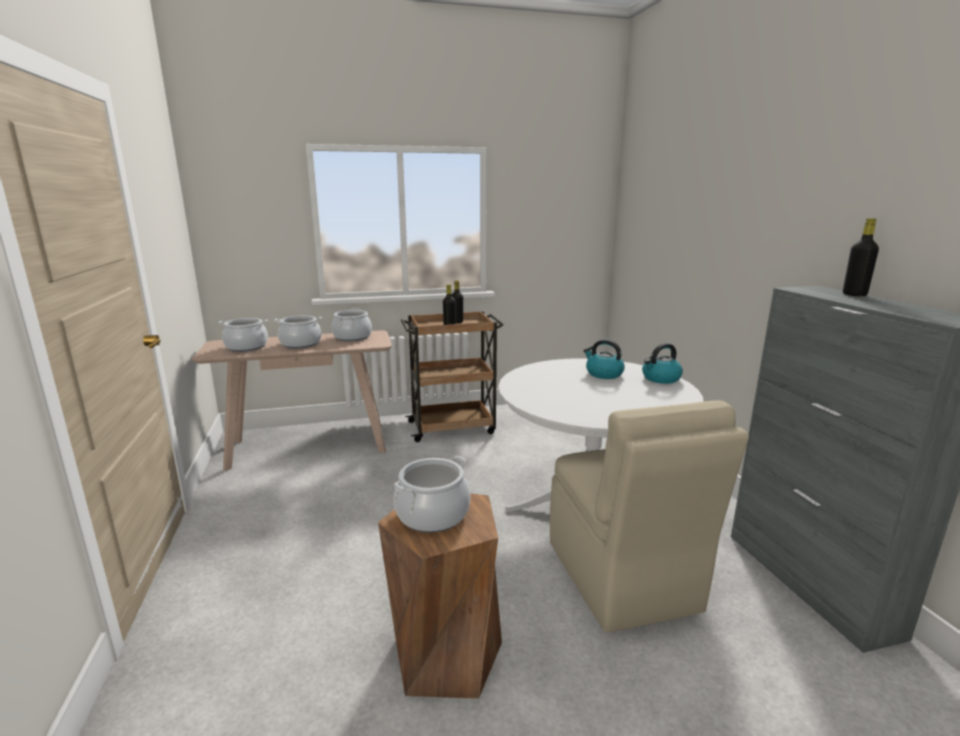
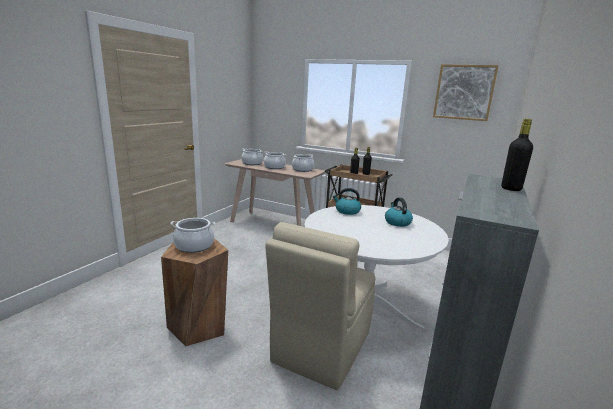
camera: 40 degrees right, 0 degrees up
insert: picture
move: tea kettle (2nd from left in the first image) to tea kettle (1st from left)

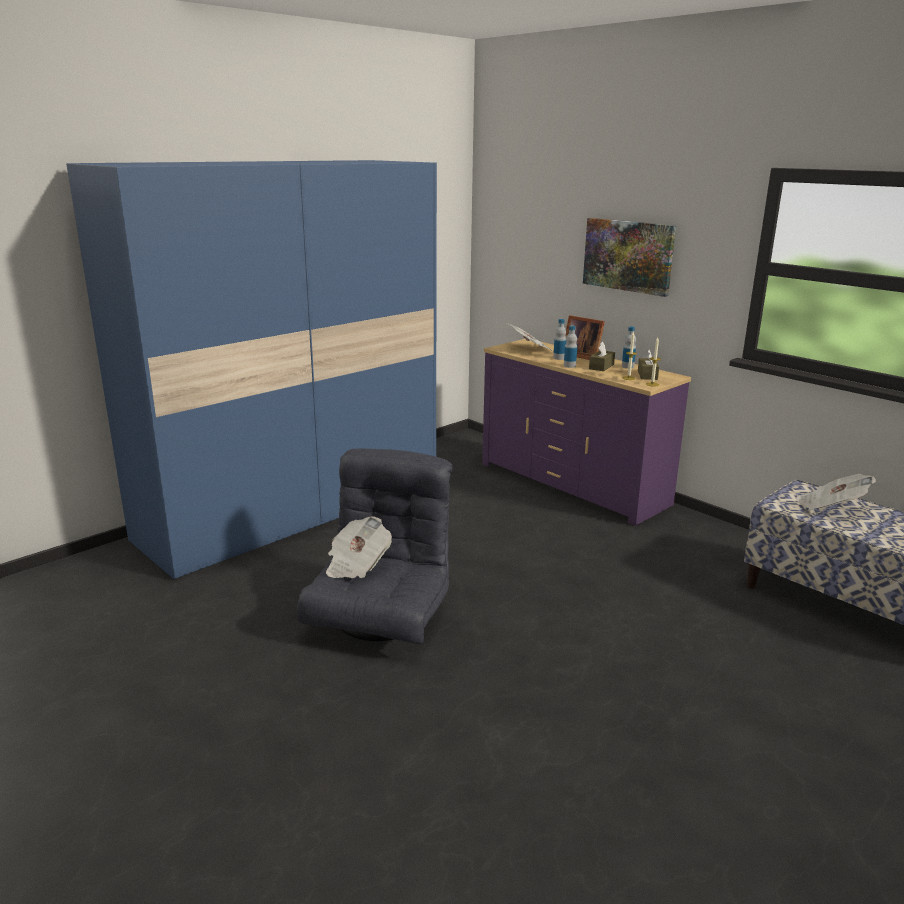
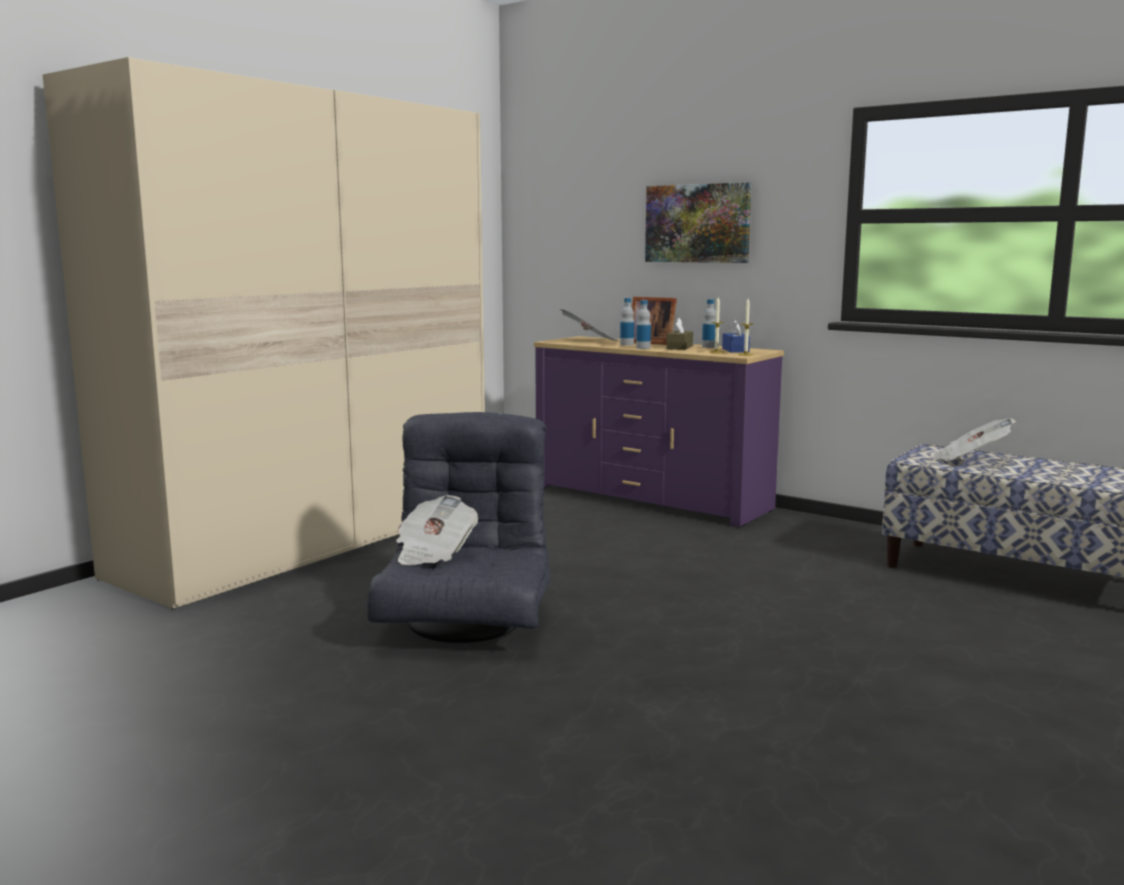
camera: 10 degrees left, 10 degrees down
recolor: blue-coloured armoire to beige-coloured armoire; brown tissue box (2nd from left) to blue-coloured tissue box

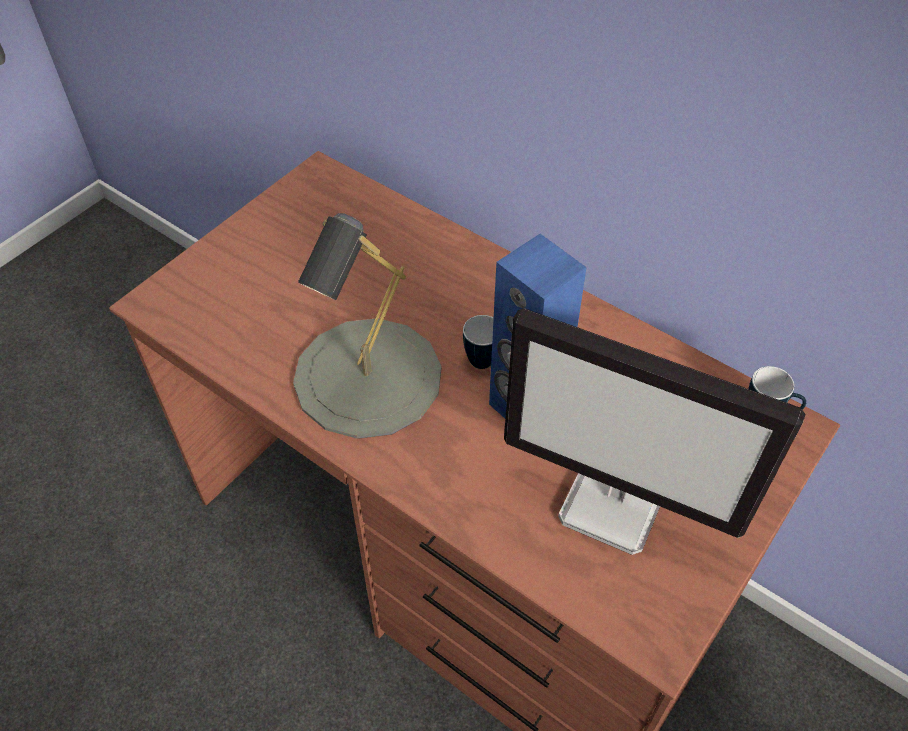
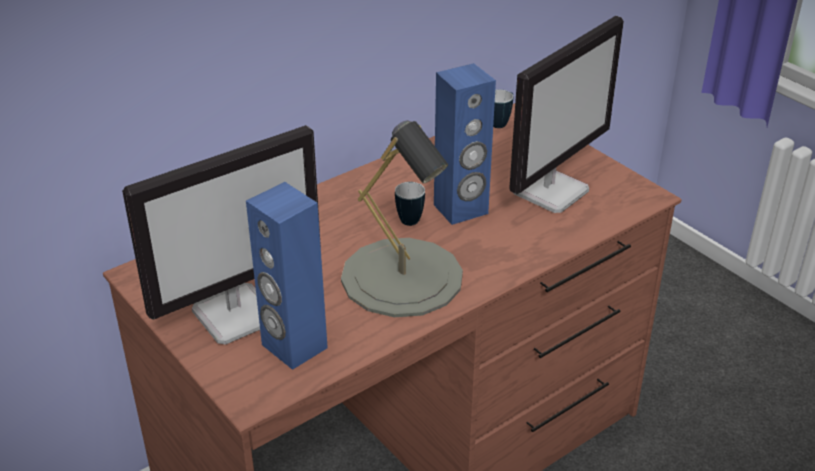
camera: 75 degrees left, 15 degrees down
insert: monitor (1st from left); blue-coloured loudspeaker (1st from left)

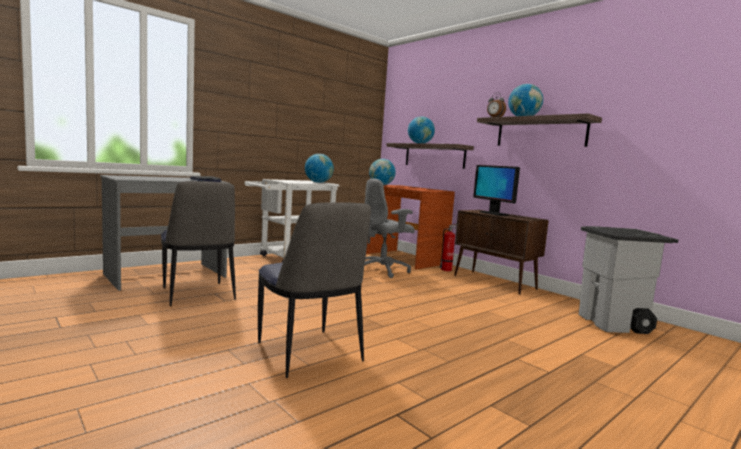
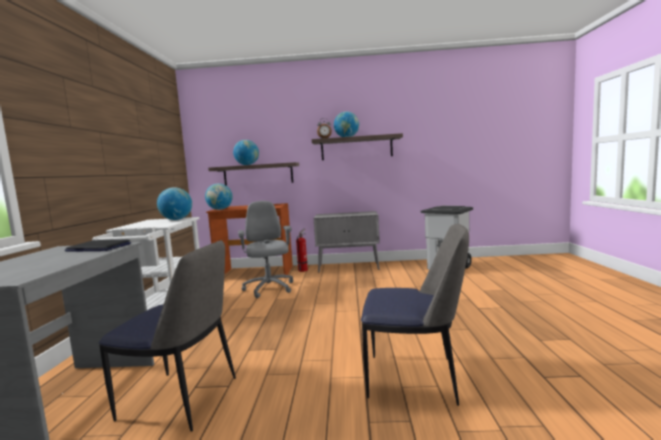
camera: 45 degrees left, 0 degrees up
delete: monitor
recolor: brown storage cabinet to greyish storage cabinet
rotate: greyish desk chair 150 degrees clockwise

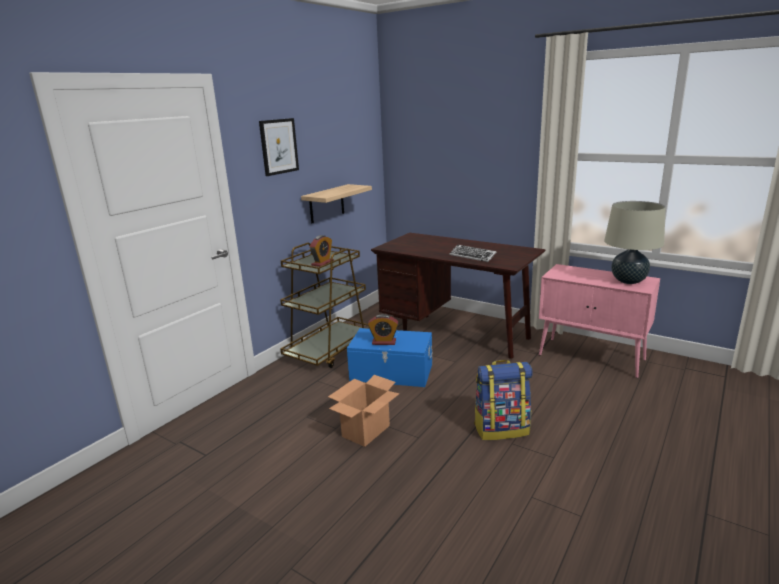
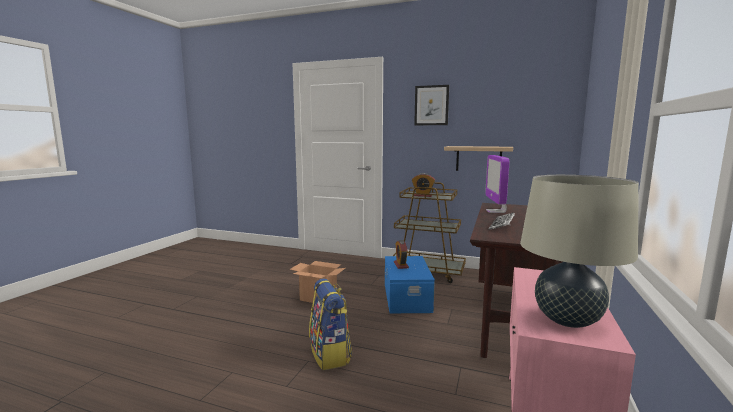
camera: 75 degrees right, 10 degrees down
insert: monitor

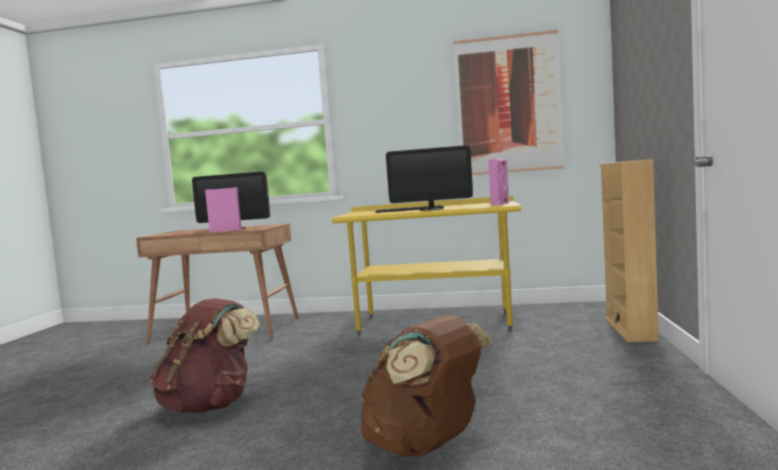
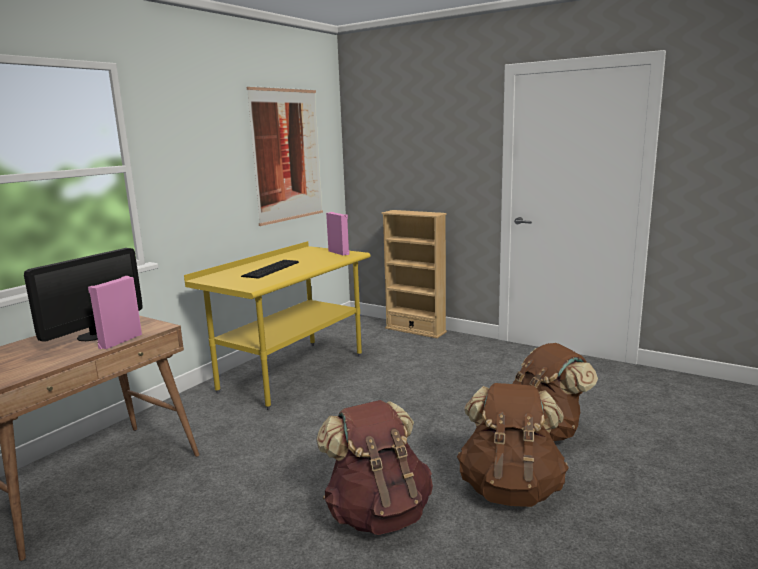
camera: 65 degrees left, 10 degrees up
delete: monitor (2nd from left)
insert: brown knapsack (2nd from left)

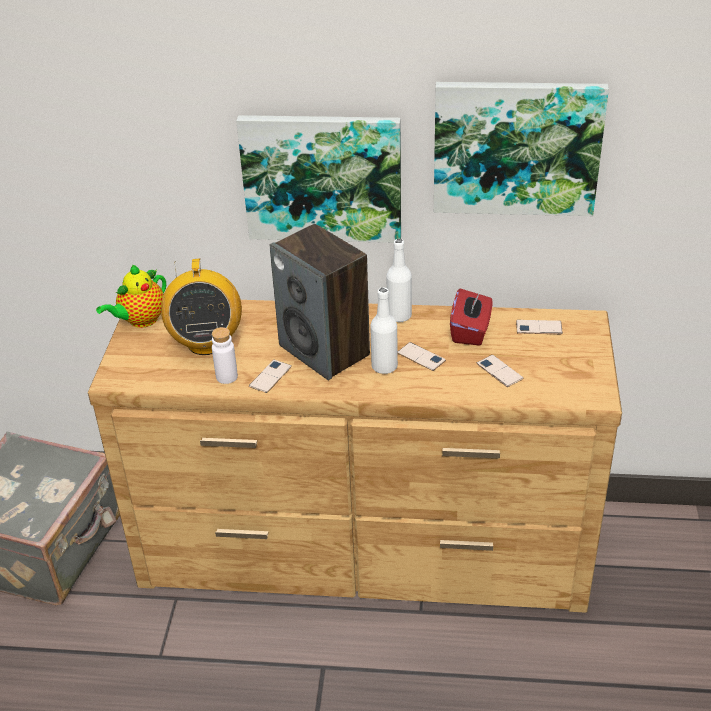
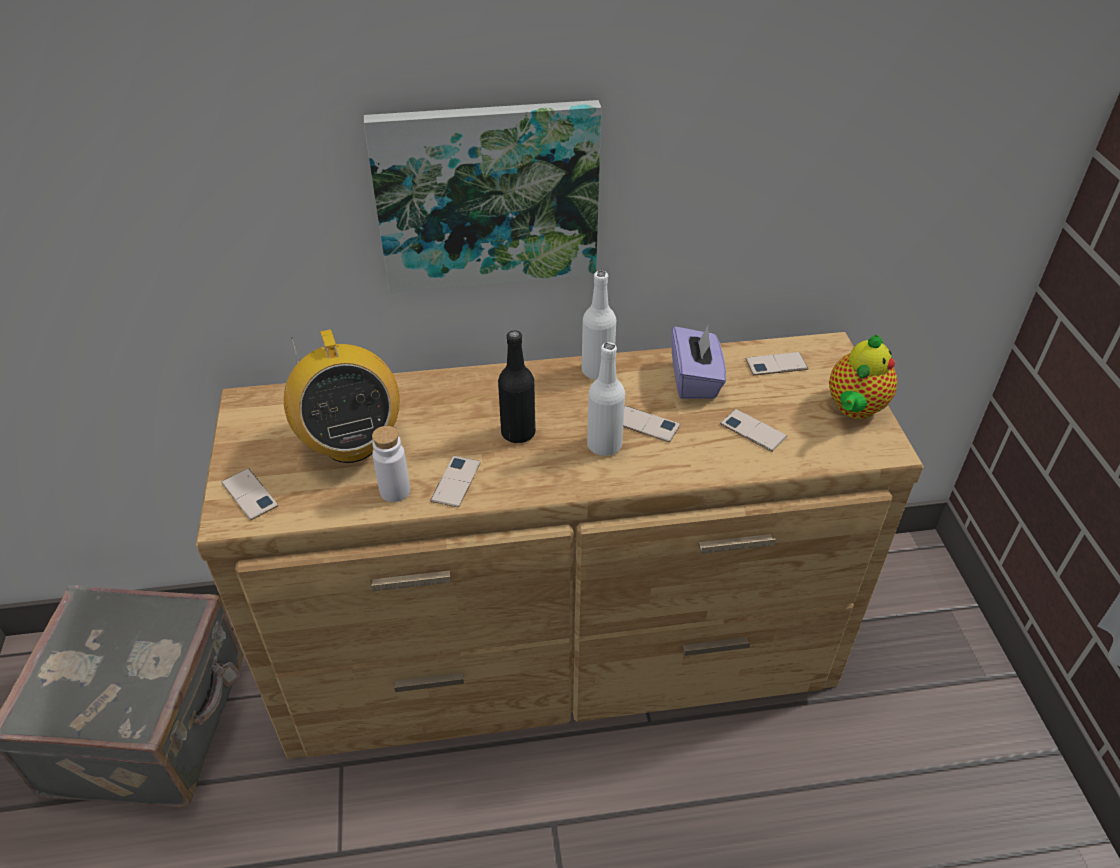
camera: 15 degrees left, 5 degrees up
delete: picture (2nd from left)
insert: phone (1st from left)
move: pot for tea
replace: loudspeaker to black-coloured beverage bottle
recolor: red tissue box to purple tissue box

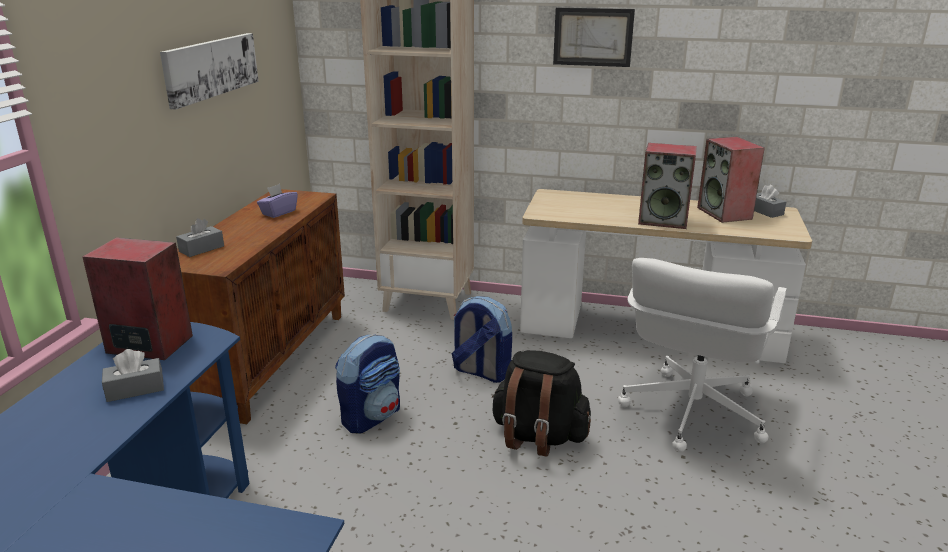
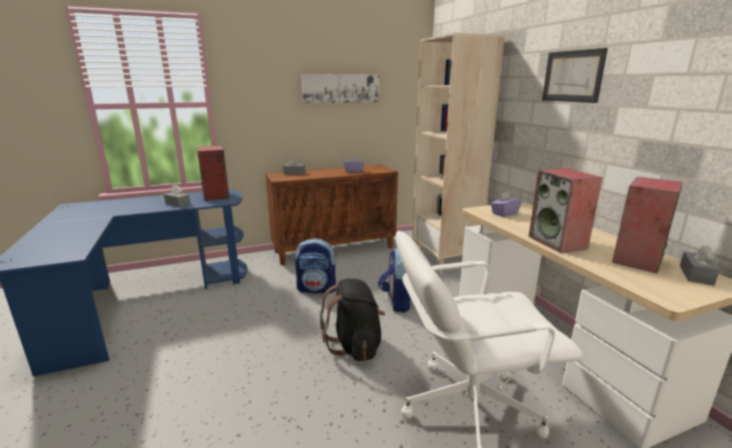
camera: 55 degrees right, 5 degrees down
insert: purple tissue box (2nd from left)

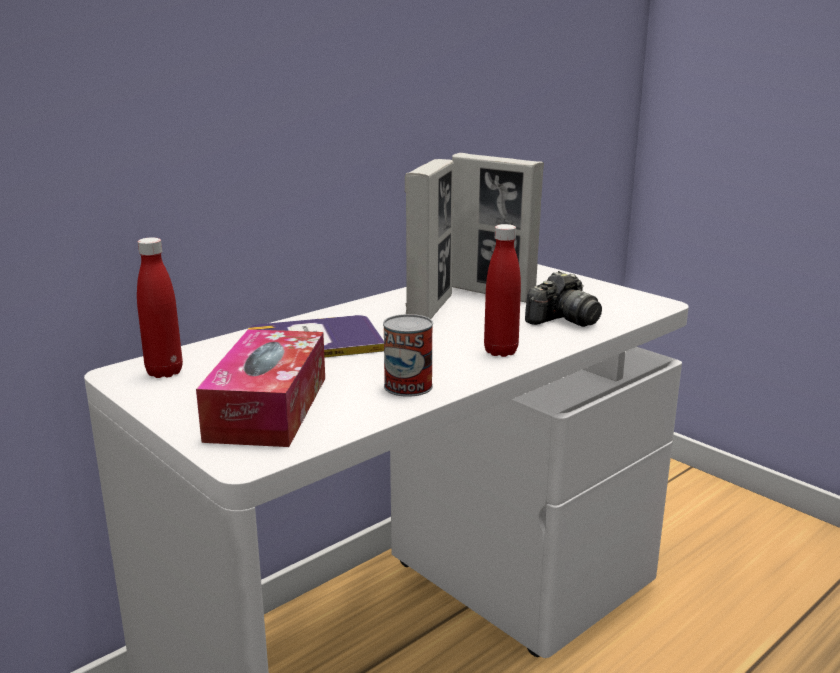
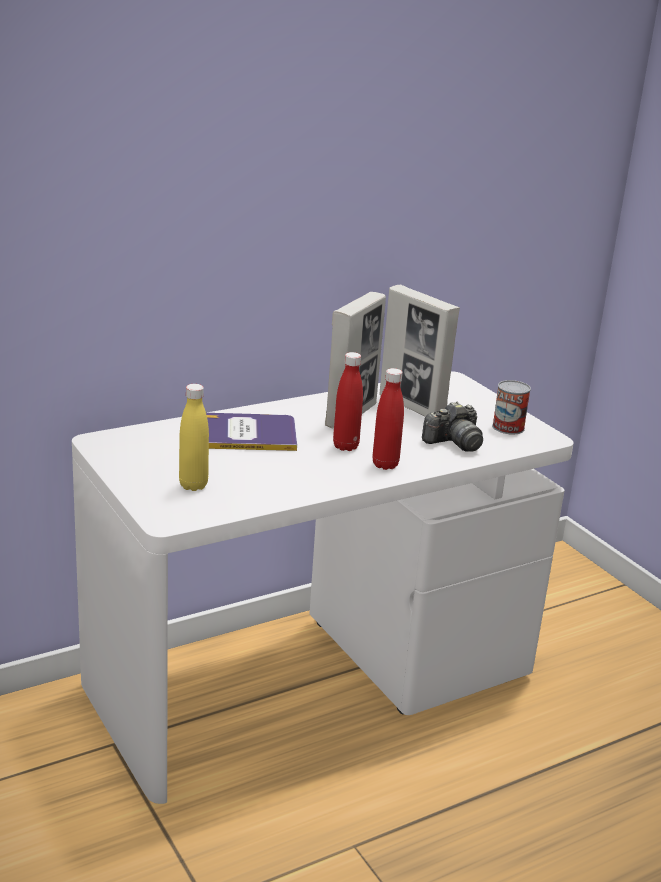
camera: 10 degrees right, 5 degrees up
move: red beverage bottle (1st from left); sealed can
replace: tissue box to yellow beverage bottle

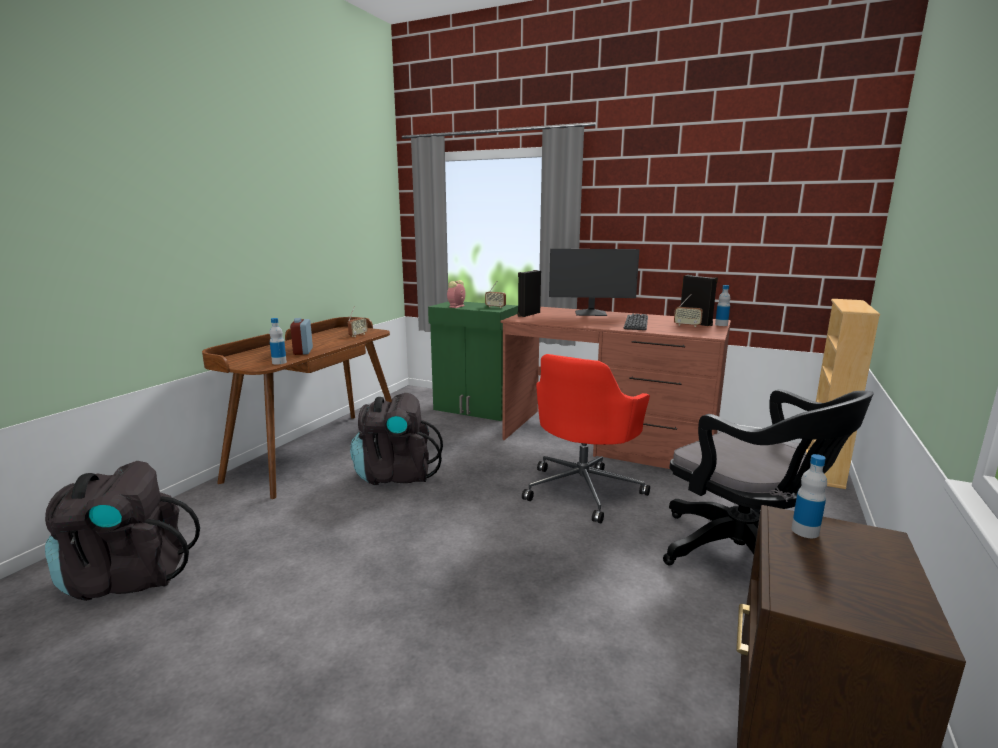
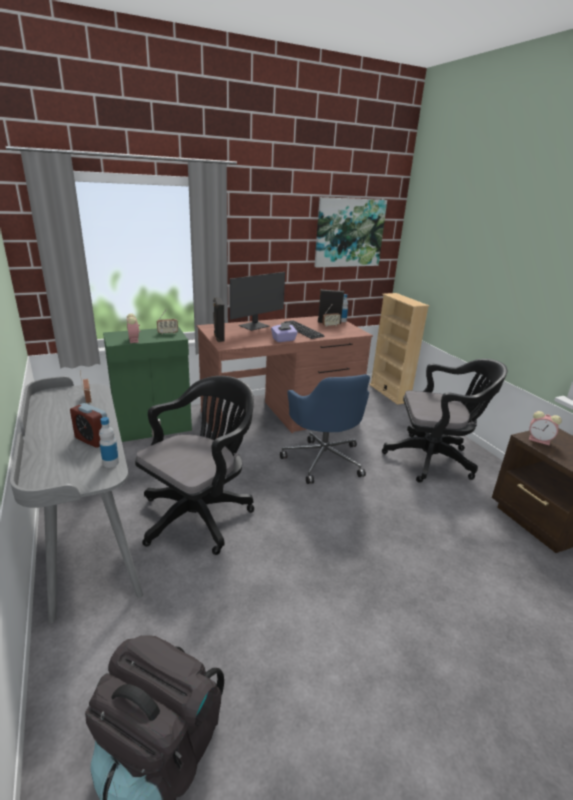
camera: 50 degrees left, 10 degrees up
insert: picture; purple tissue box
replace: black-coloured knapsack (2nd from left) to black-coloured desk chair (1st from left); beverage bottle (3rd from left) to alarm clock (3rd from left)
recolor: brown desk (1st from left) to greyish desk; red desk chair to blue-coloured desk chair

